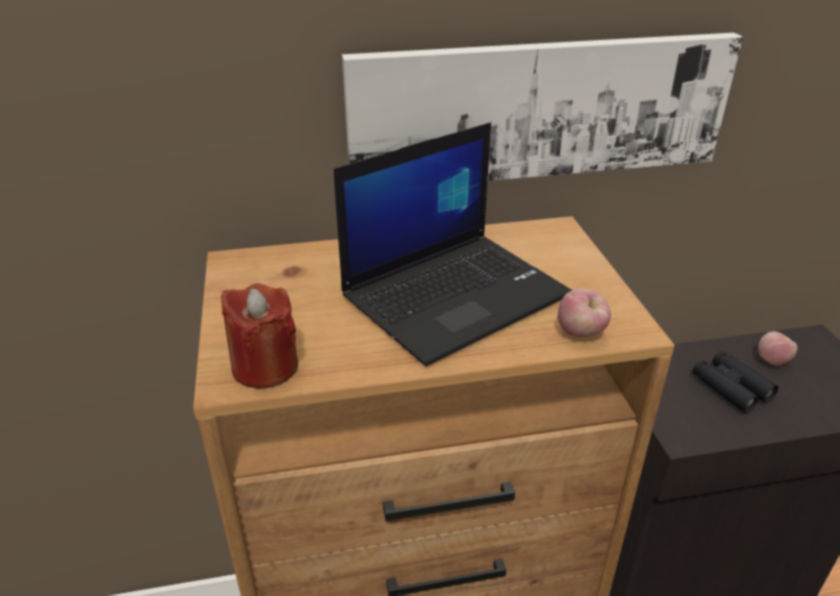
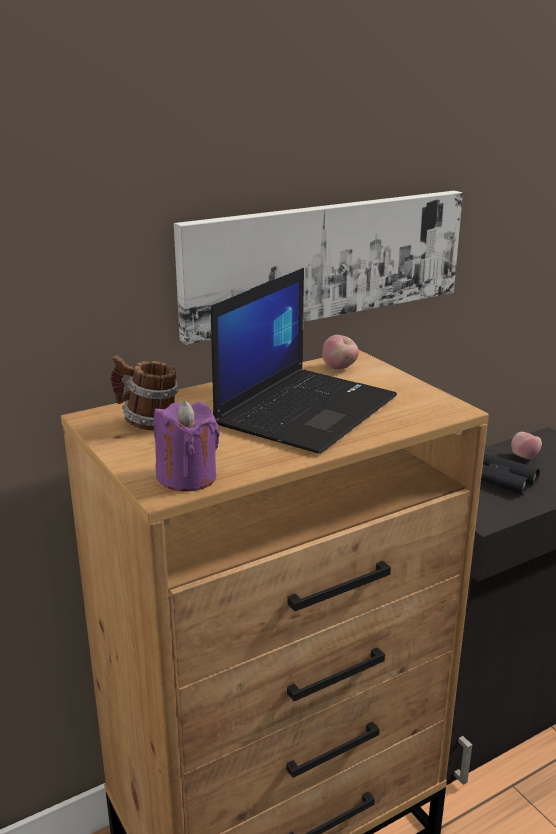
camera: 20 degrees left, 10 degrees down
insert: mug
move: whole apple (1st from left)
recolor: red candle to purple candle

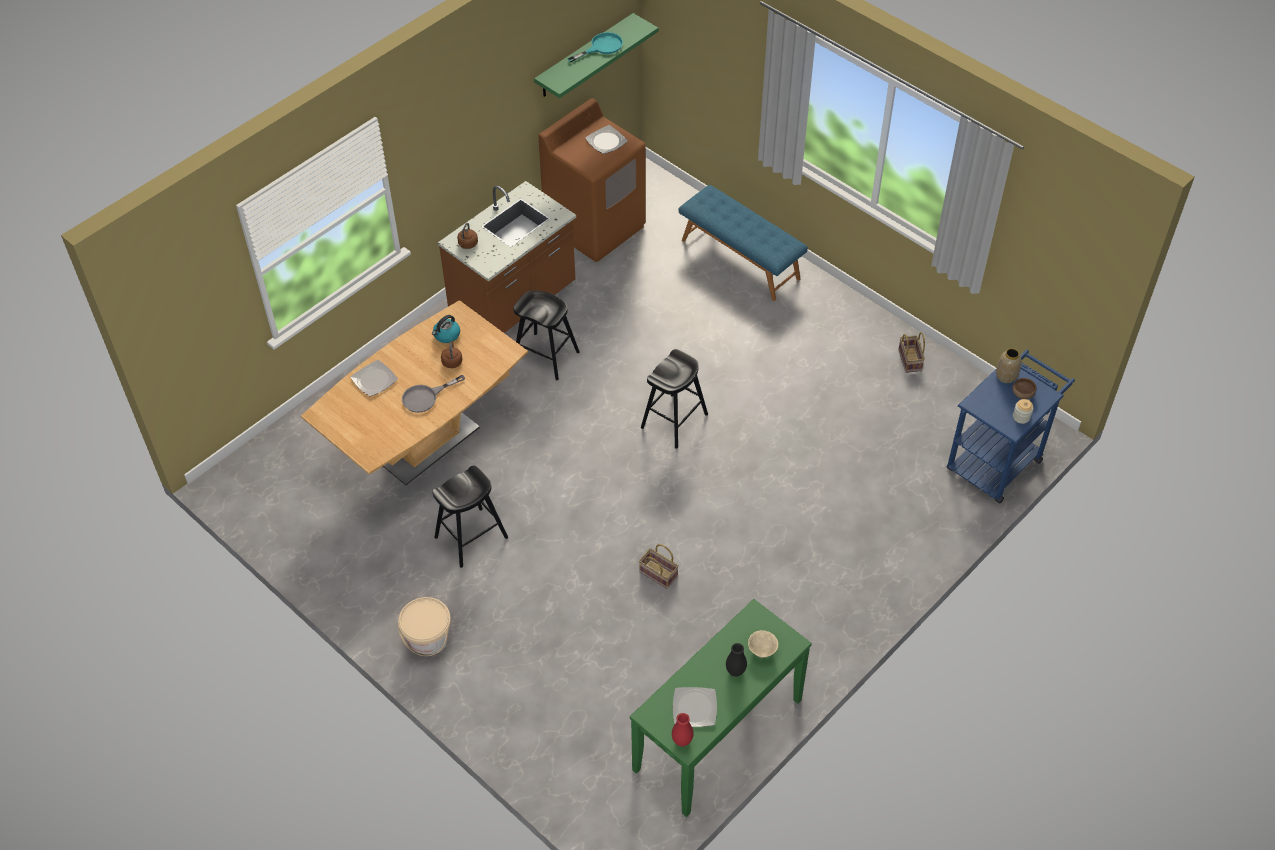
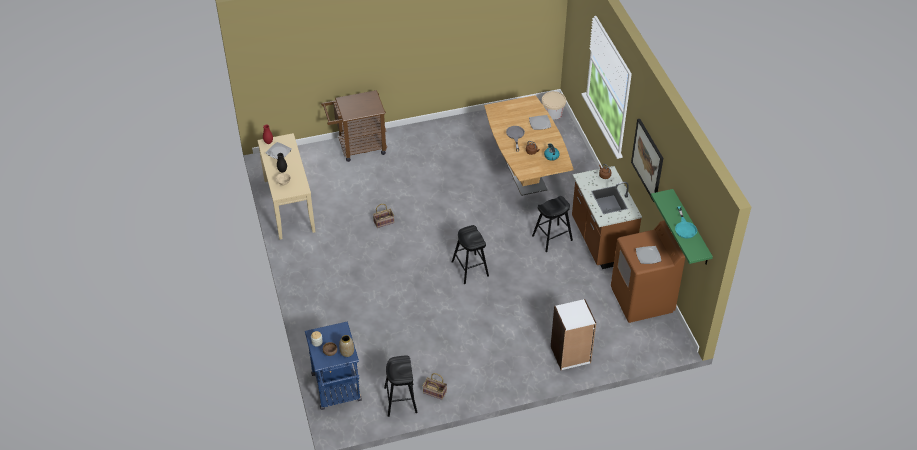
camera: 120 degrees right, 5 degrees down
insert: brown wheeled cart; picture
move: black-coloured stool (1st from left); beige-coloured pail
replace: blue-coloured bench to whitish bookcase
recolor: green-coloured hall table to beige-coloured hall table

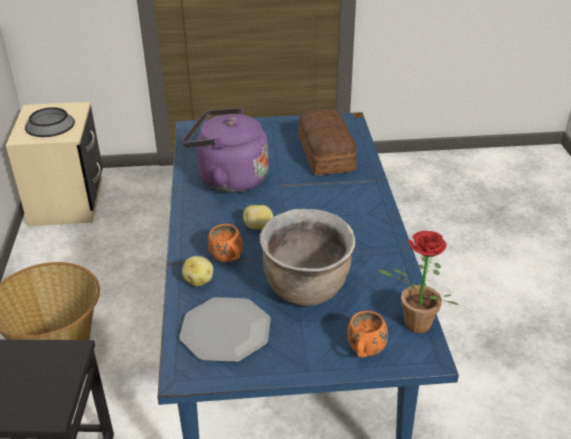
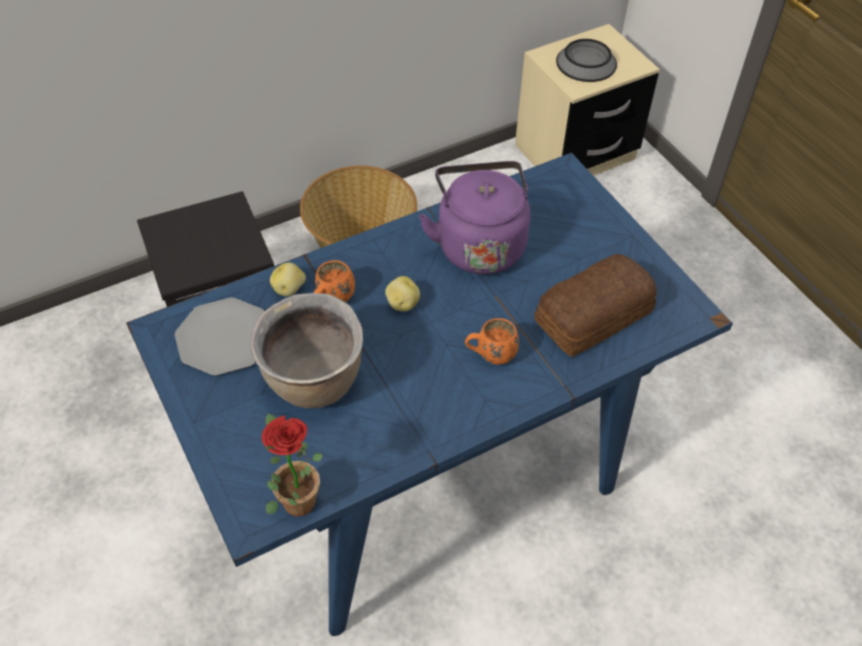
camera: 65 degrees right, 15 degrees up
move: orange mug (2nd from left)

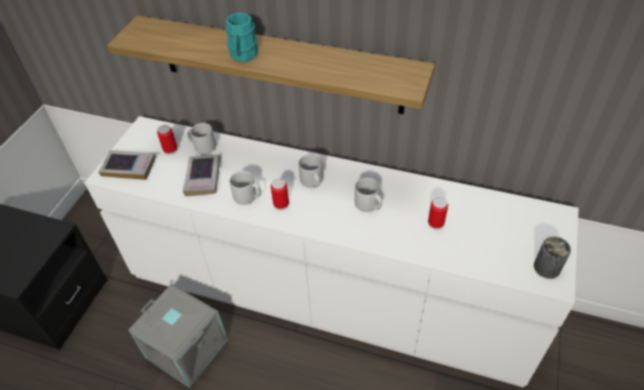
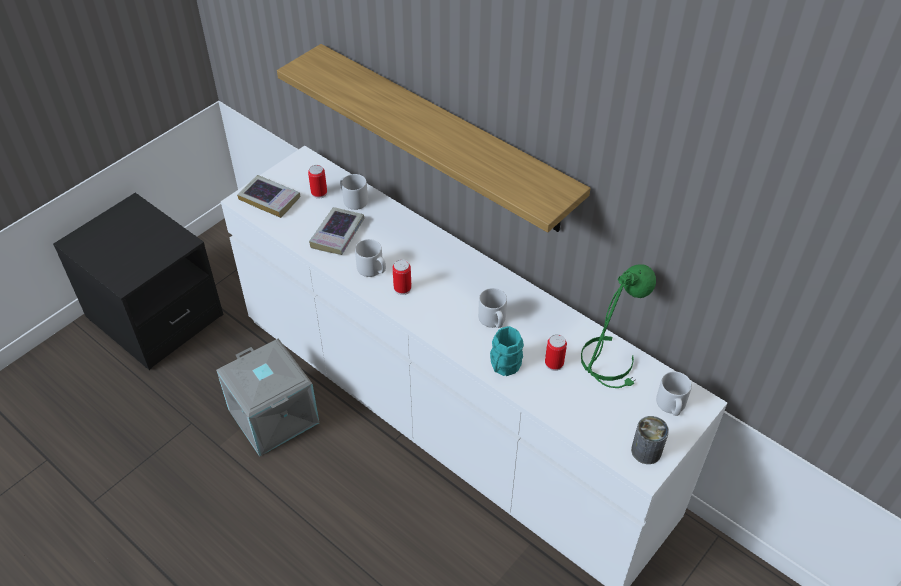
camera: 20 degrees right, 0 degrees up
insert: green-coloured tabletop lamp
move: turquoise mug; greyish mug (3rd from left in the first image) to greyish mug (4th from left)

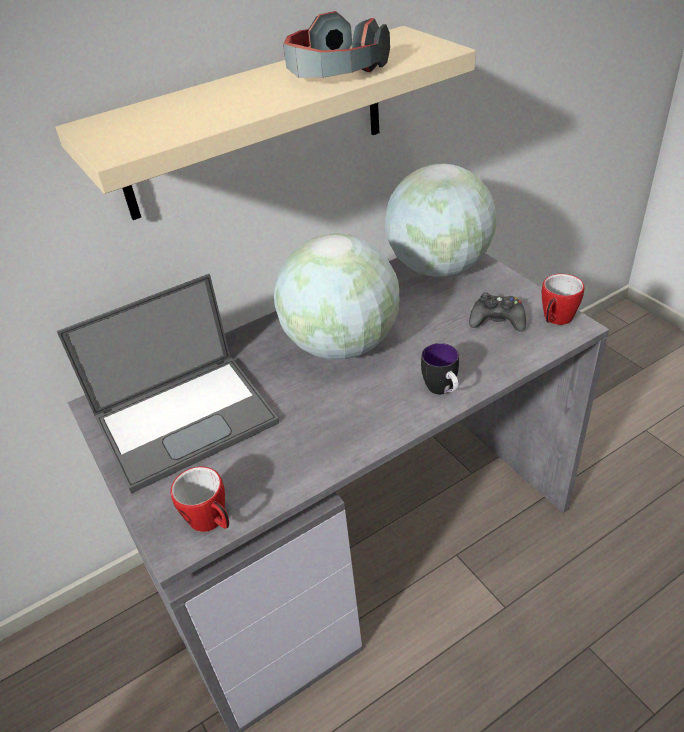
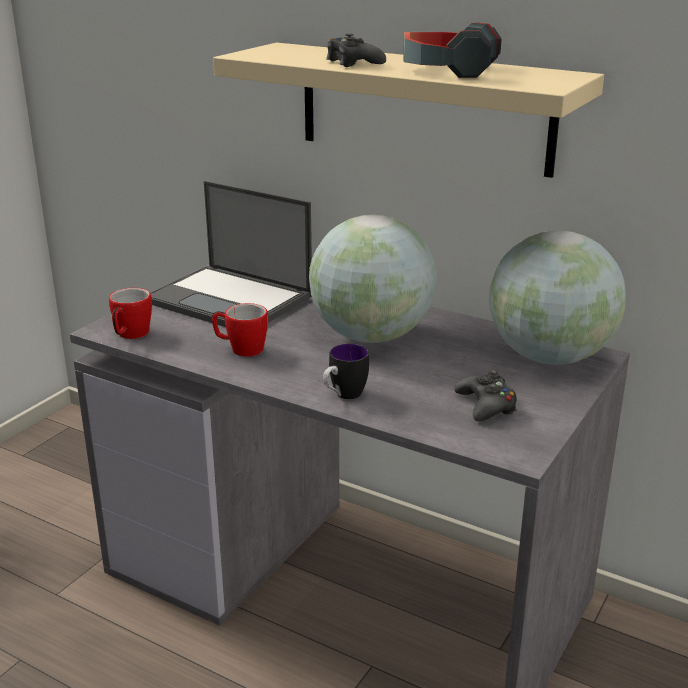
camera: 60 degrees right, 15 degrees down
insert: black-coloured gamepad (1st from left)
move: mug (3rd from left in the first image) to mug (2nd from left)

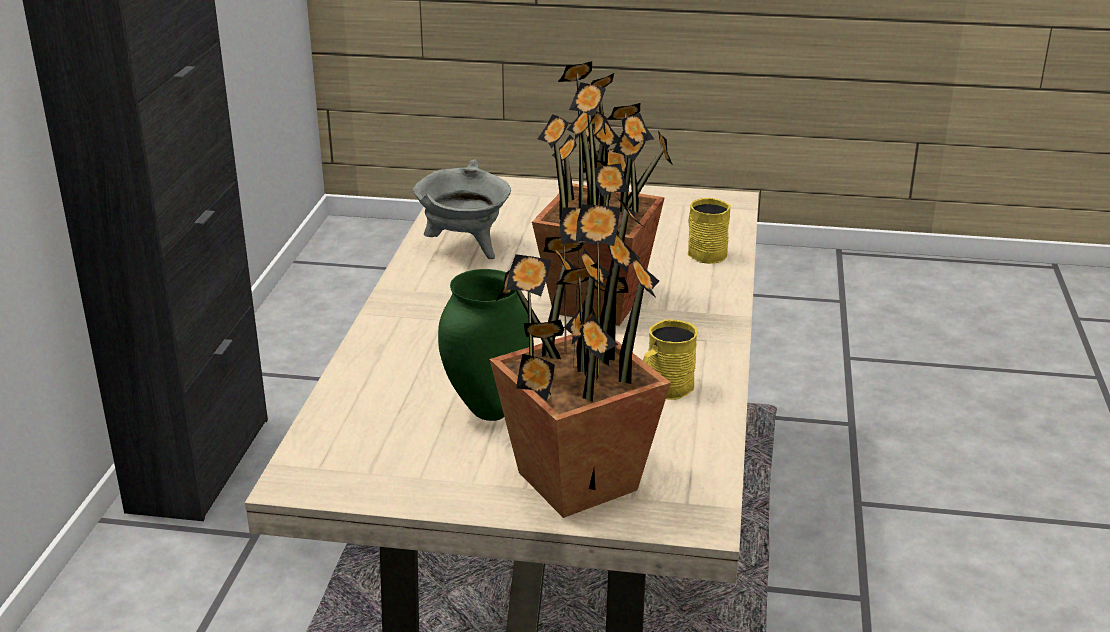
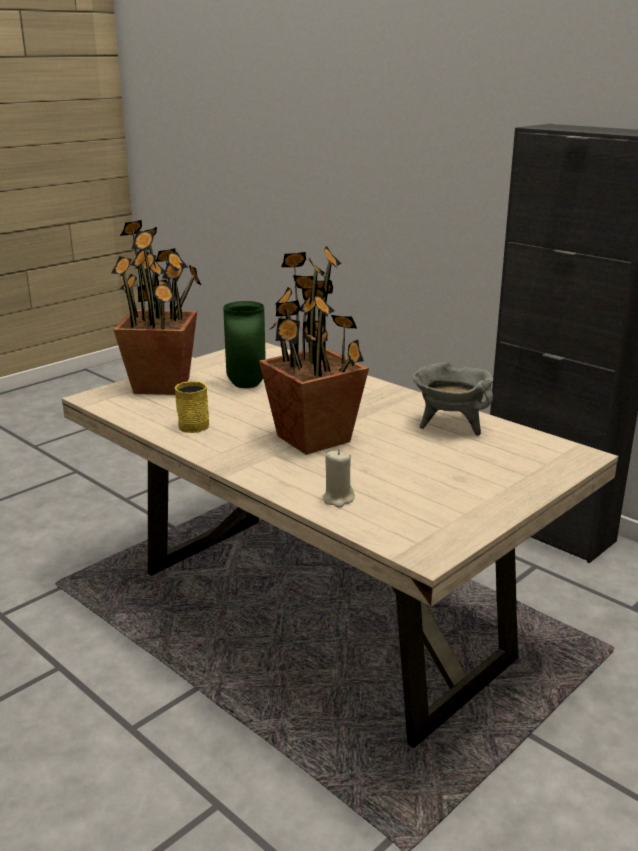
camera: 125 degrees right, 5 degrees down
replace: yellow mug (2nd from left) to beige-coloured candle

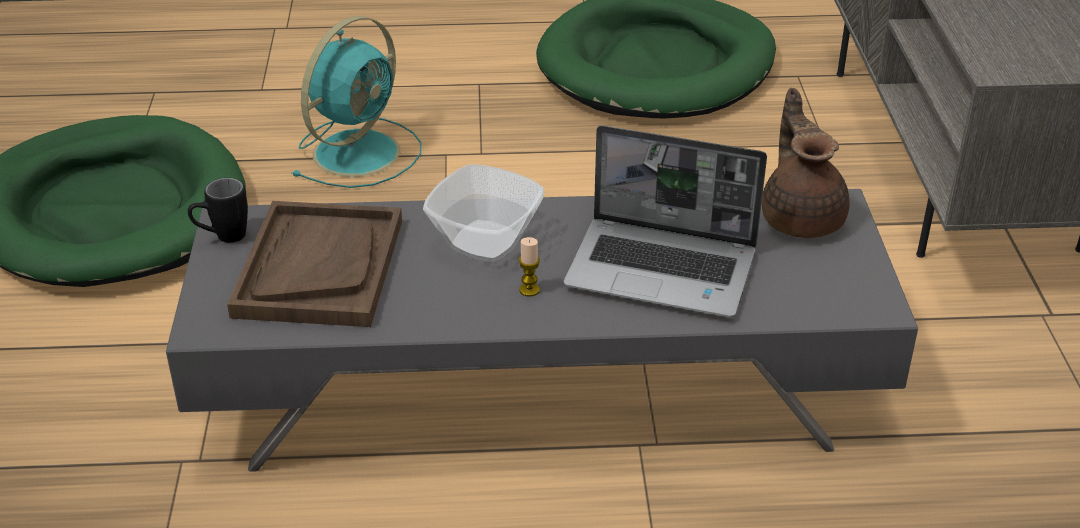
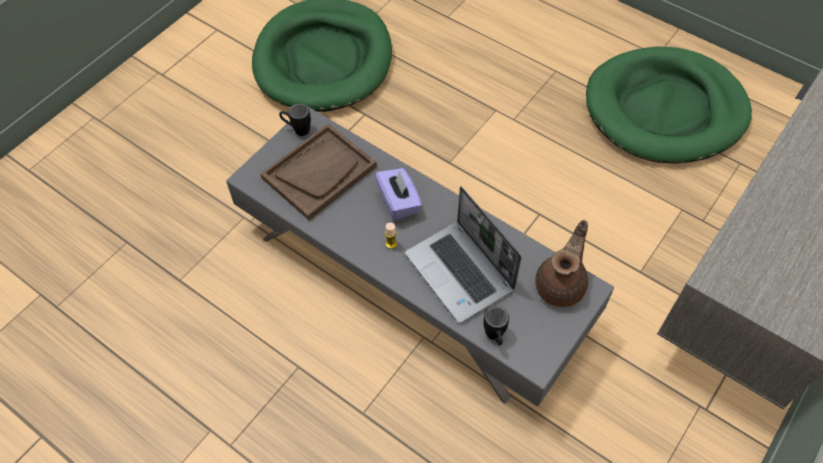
camera: 40 degrees right, 20 degrees up
delete: turquoise fan
insert: black-coloured mug (2nd from left)
replace: serving bowl to purple tissue box

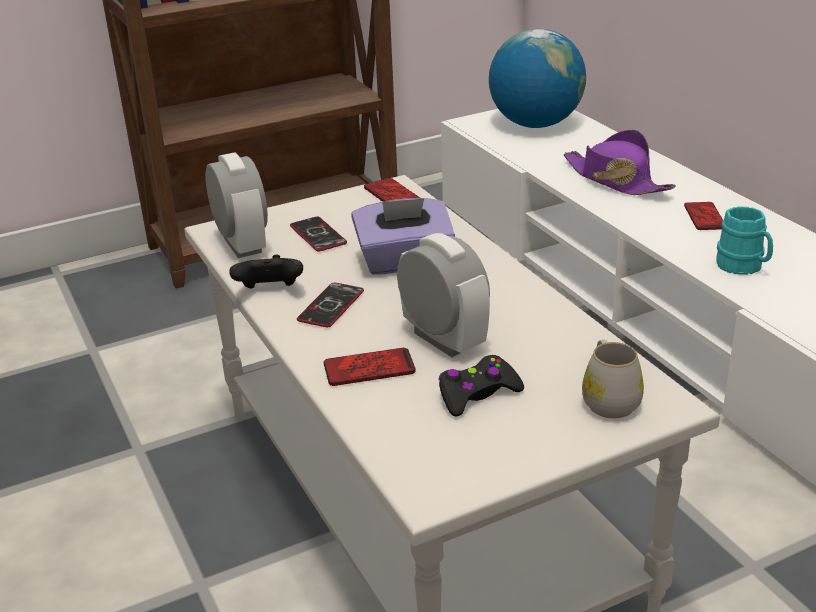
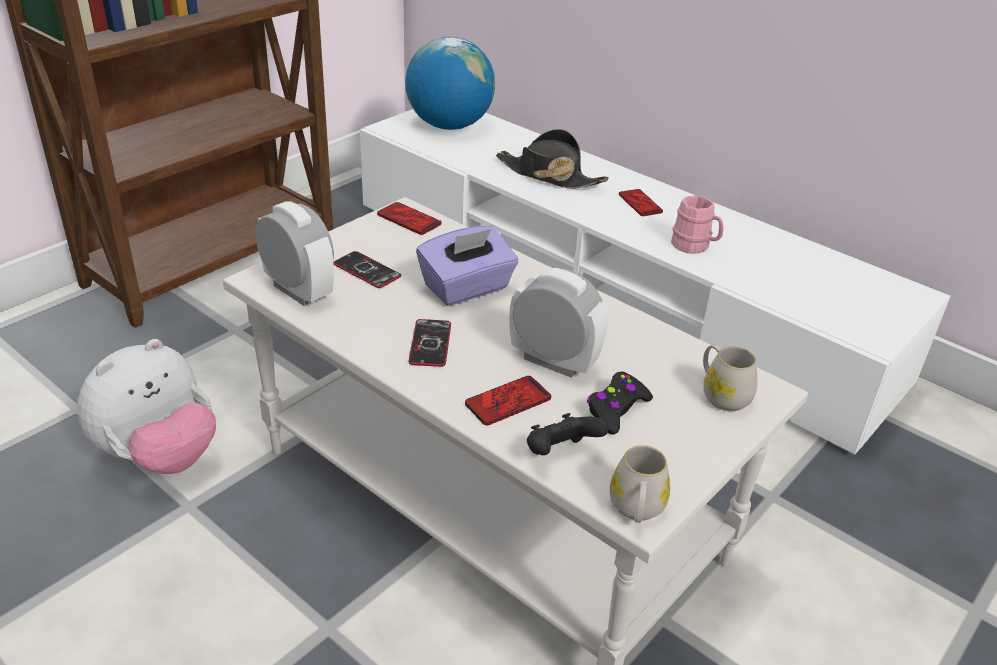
camera: 25 degrees left, 5 degrees up
insert: cuddly toy; whitish mug (1st from left)
move: black-coloured gamepad (1st from left)
recolor: purple clothing hat to black-coloured clothing hat; turquoise mug to pink mug

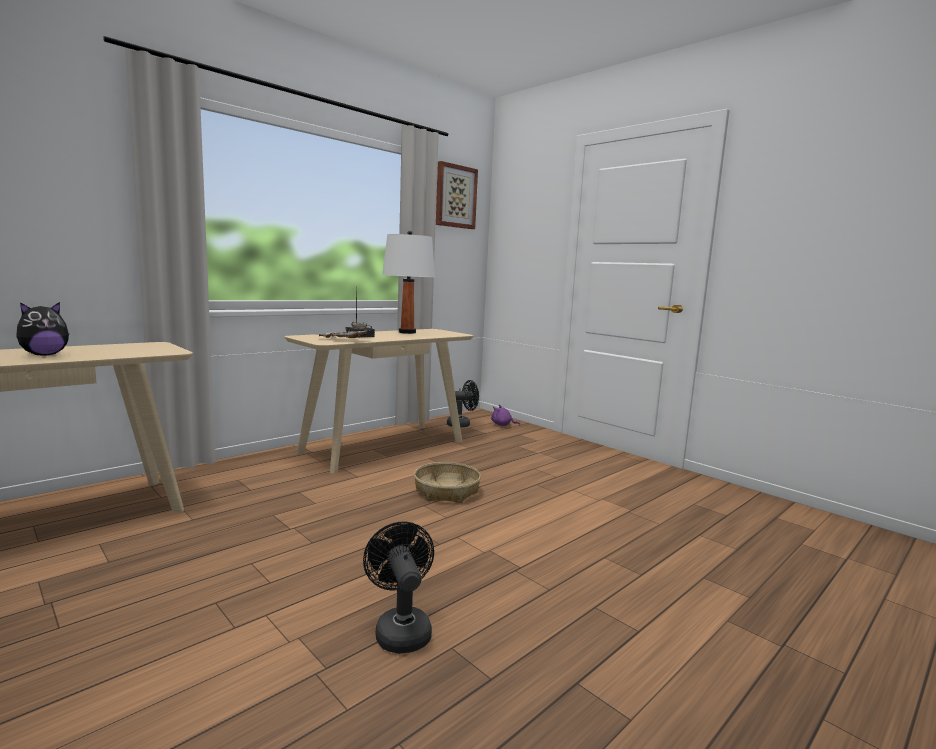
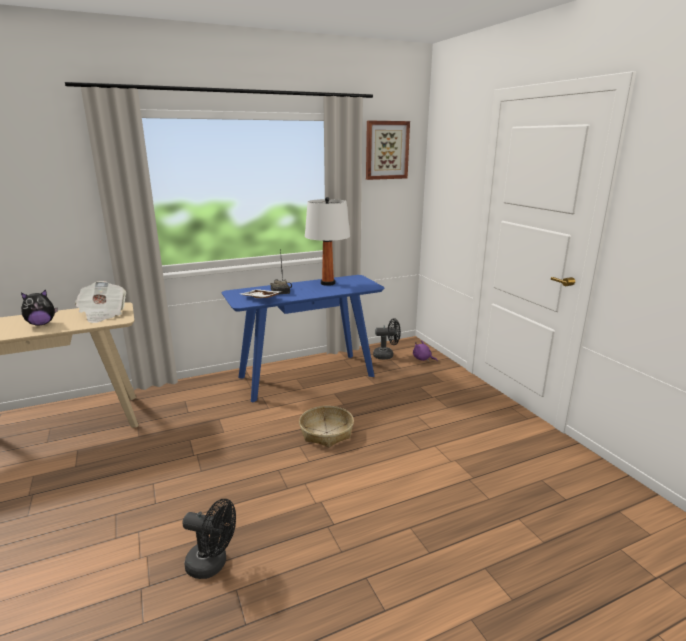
camera: 20 degrees right, 10 degrees up
insert: printed paper
recolor: beige-coloured hall table (2nd from left) to blue-coloured hall table
rotate: black-coloured fan (1st from left) 105 degrees clockwise

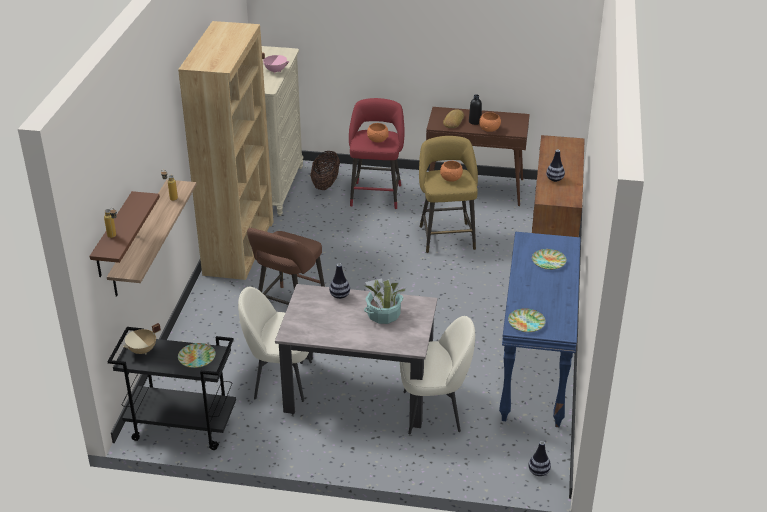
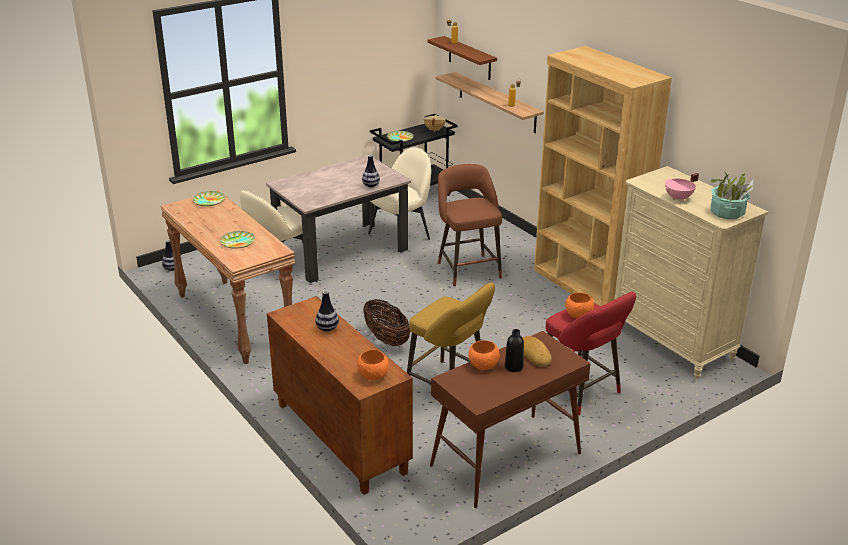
camera: 135 degrees right, 5 degrees down
move: basket; orange serving bowl (2nd from left in the first image) to orange serving bowl (1st from left); plant in a pot
recolor: blue-coloured hall table to brown hall table (1st from left)

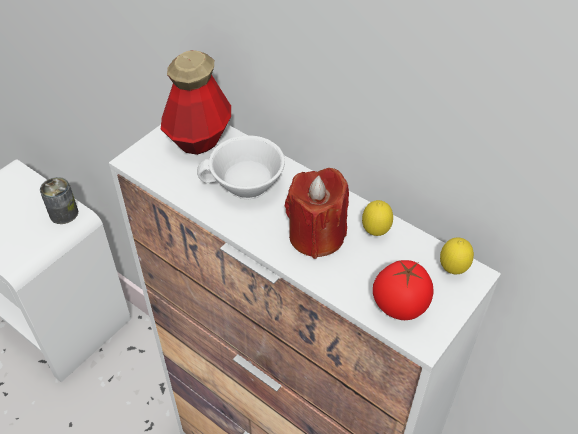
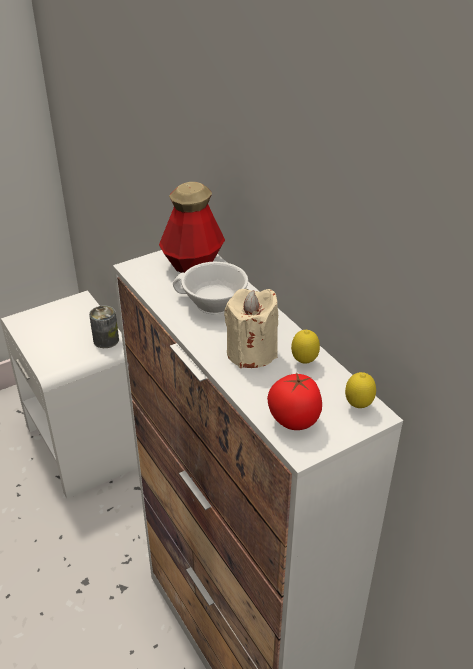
camera: 20 degrees right, 10 degrees down
recolor: red candle to beige-coloured candle

